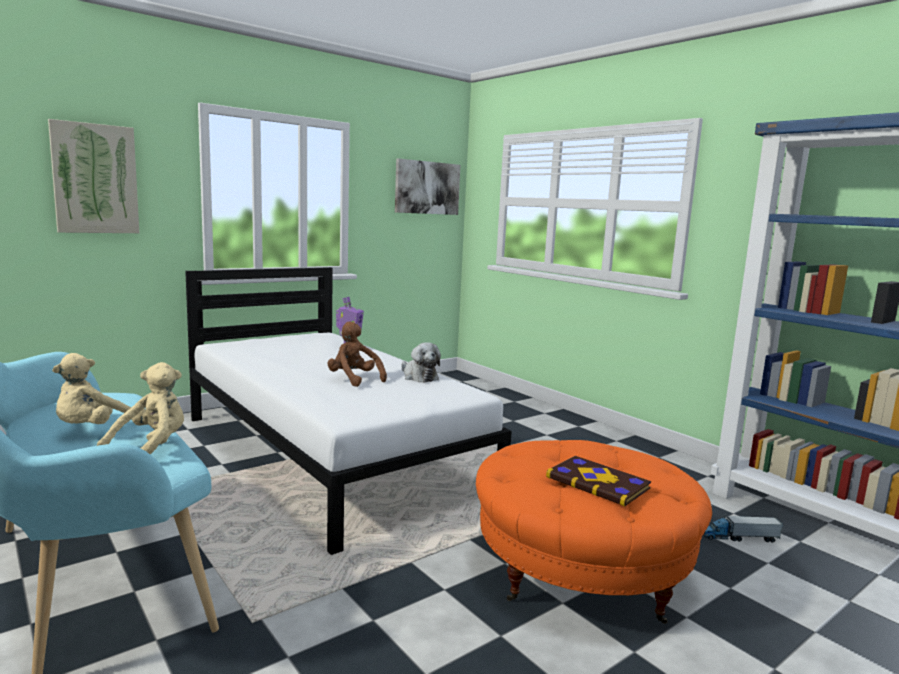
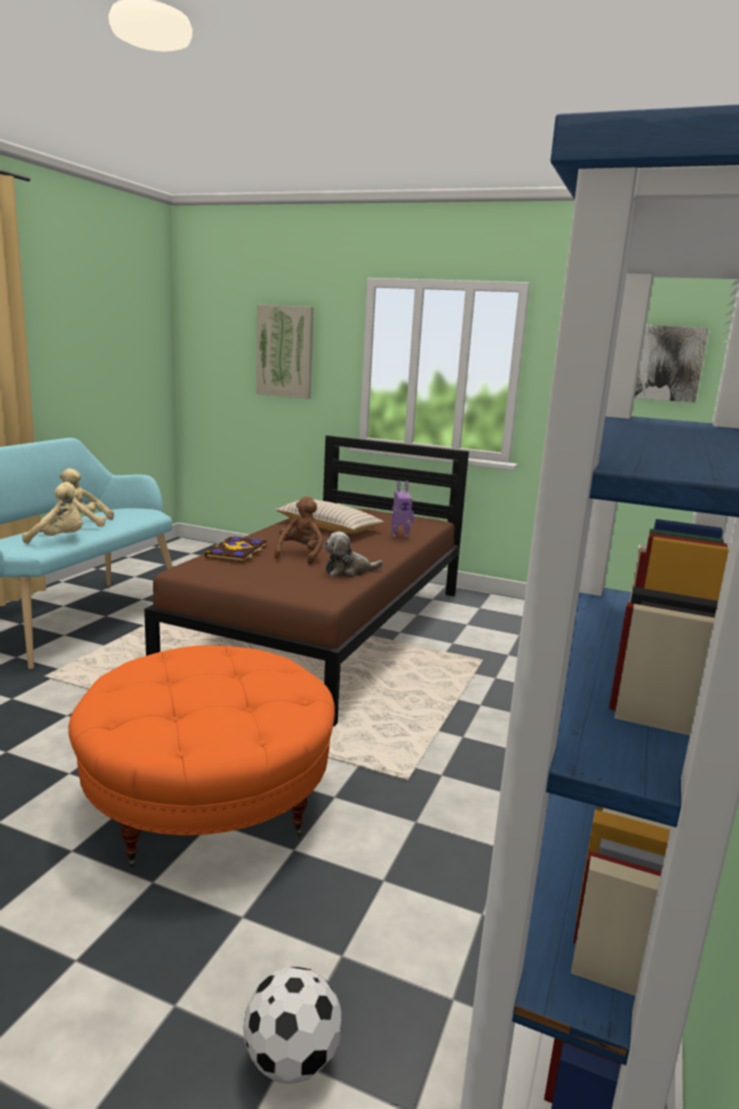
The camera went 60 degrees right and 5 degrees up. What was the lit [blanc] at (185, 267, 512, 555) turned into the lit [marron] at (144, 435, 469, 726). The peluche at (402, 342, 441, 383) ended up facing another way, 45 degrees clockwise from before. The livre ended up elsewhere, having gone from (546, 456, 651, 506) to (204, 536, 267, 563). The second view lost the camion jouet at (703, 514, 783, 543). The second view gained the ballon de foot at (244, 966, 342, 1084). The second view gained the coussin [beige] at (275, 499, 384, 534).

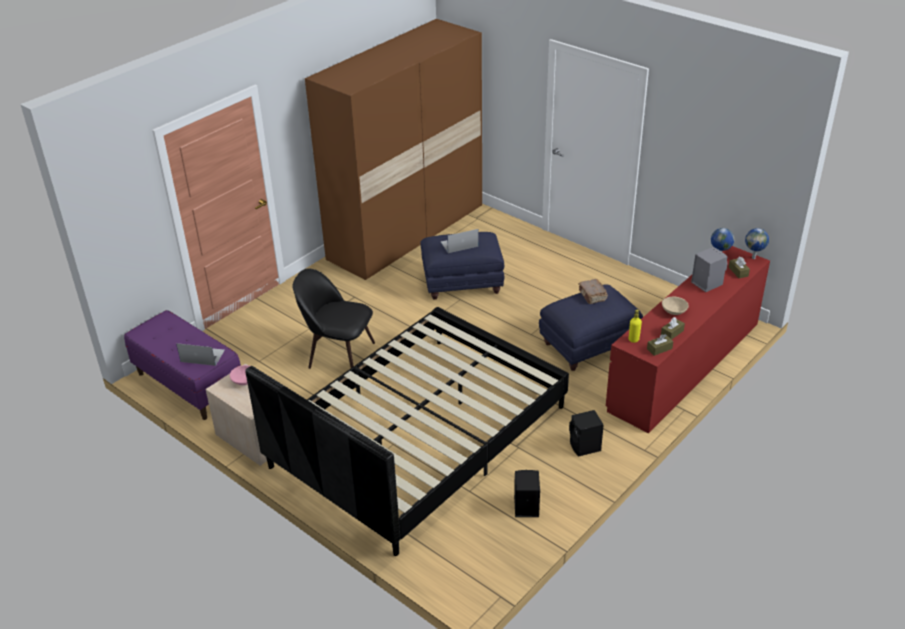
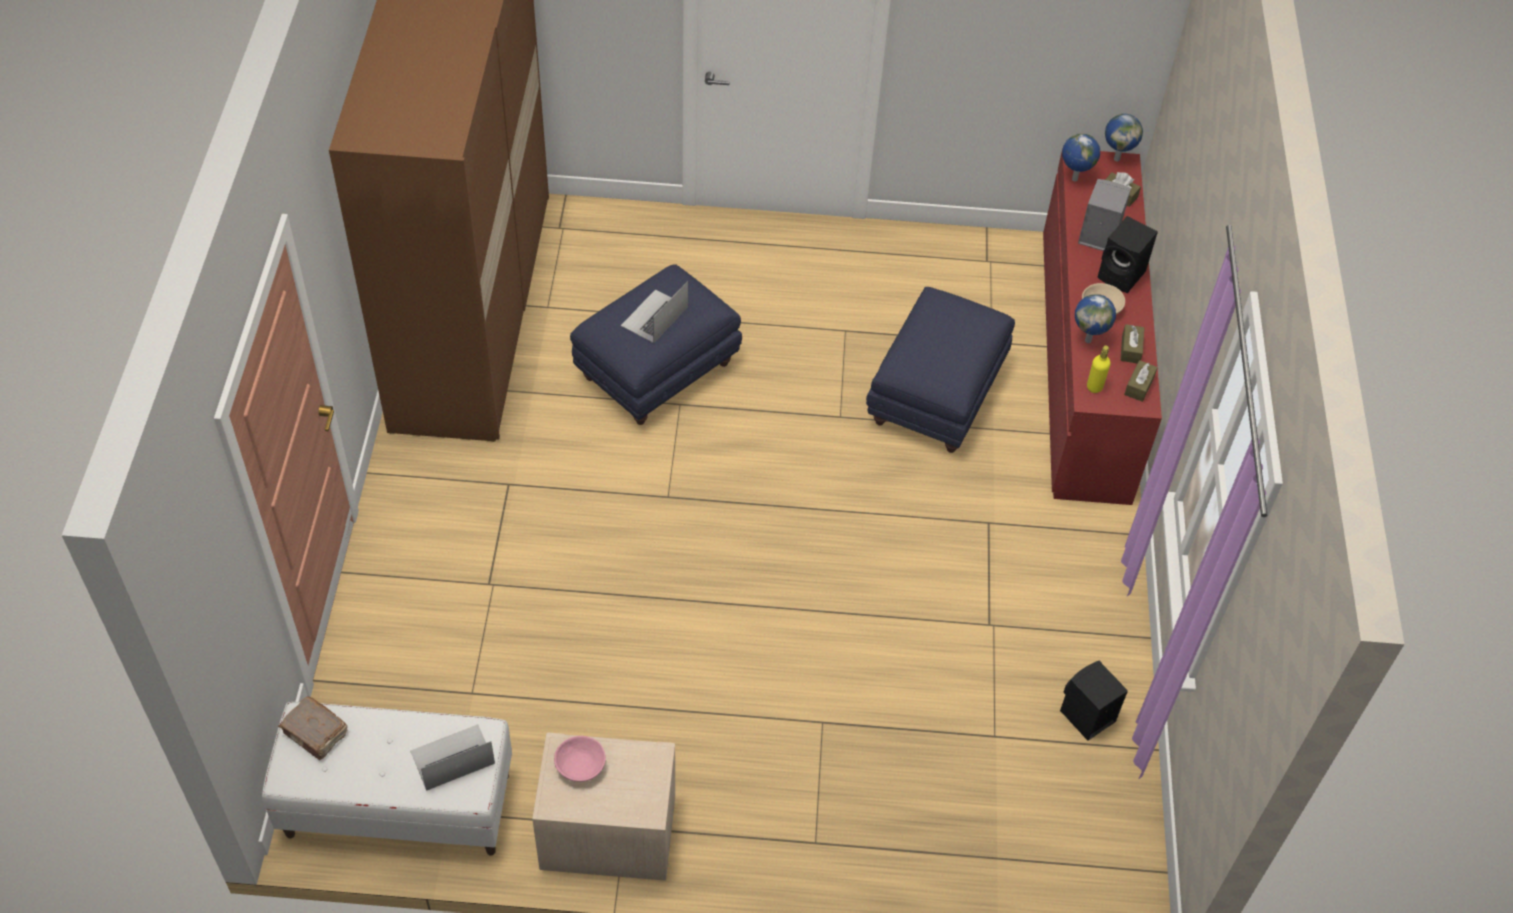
The camera went 40 degrees left and 15 degrees up. What was the banc [violet] at (124, 310, 241, 420) turned into the banc [blanc] at (262, 702, 512, 856). The second view lost the lit [noir] at (245, 307, 569, 556). The second view lost the chaise [noir] at (292, 269, 375, 369). The enceinte [noir] ended up elsewhere, having gone from (569, 410, 604, 457) to (1097, 216, 1158, 293). The livre [marron] ended up elsewhere, having gone from (578, 279, 608, 304) to (278, 696, 348, 760). The second view gained the globe at (1075, 294, 1116, 343).

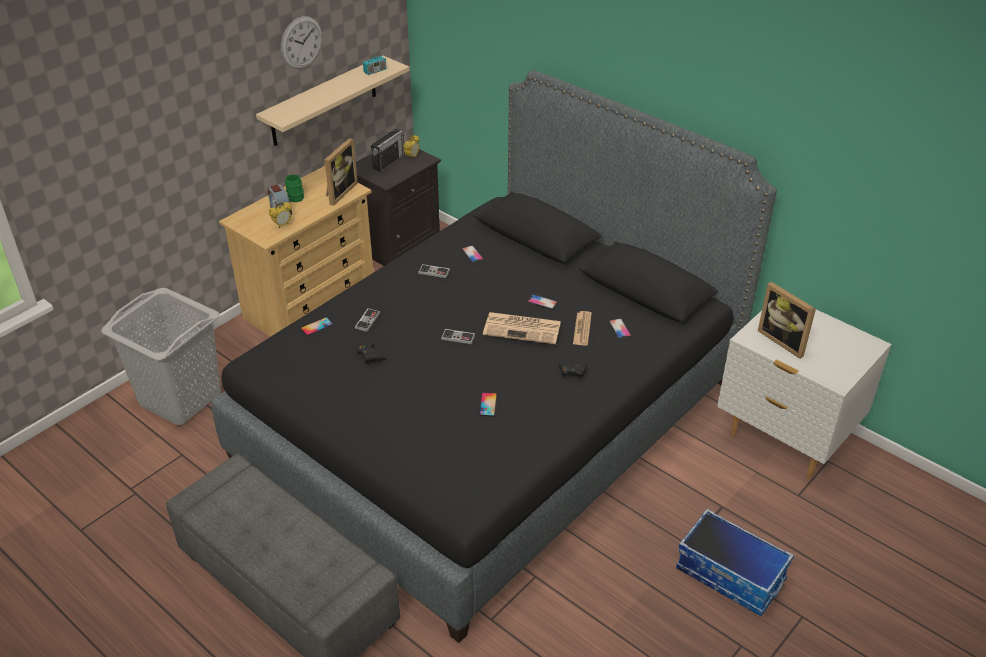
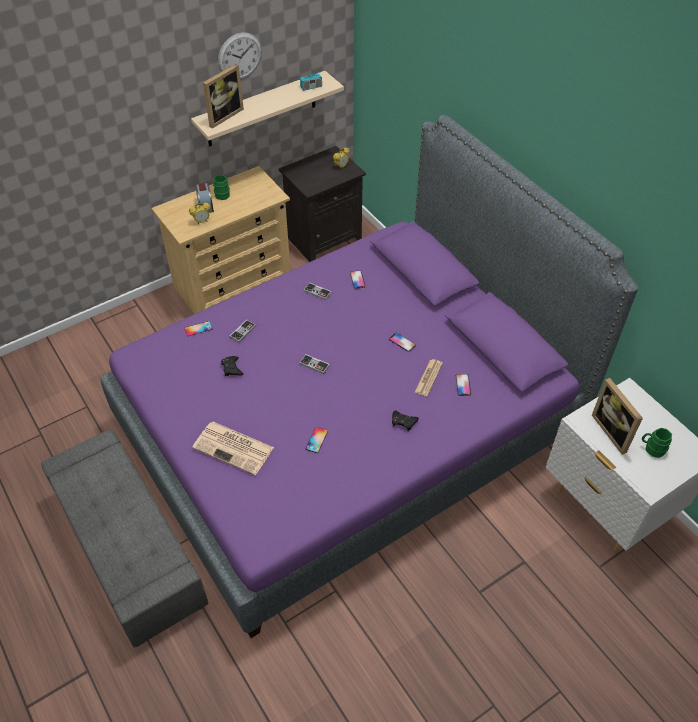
The camera went 15 degrees right and 10 degrees up. The second view lost the panier à linge [gris] at (101, 288, 221, 425). What was the lit [noir] at (211, 70, 777, 643) turned into the lit [violet] at (101, 115, 638, 638). The cadre photo ended up elsewhere, having gone from (324, 138, 358, 206) to (203, 64, 244, 128). The second view lost the radio at (371, 129, 405, 172). The journal ended up elsewhere, having gone from (483, 312, 561, 344) to (192, 422, 274, 475). The second view lost the boîte de rangement at (676, 509, 794, 616). The second view gained the mug [vert] at (642, 428, 672, 458).

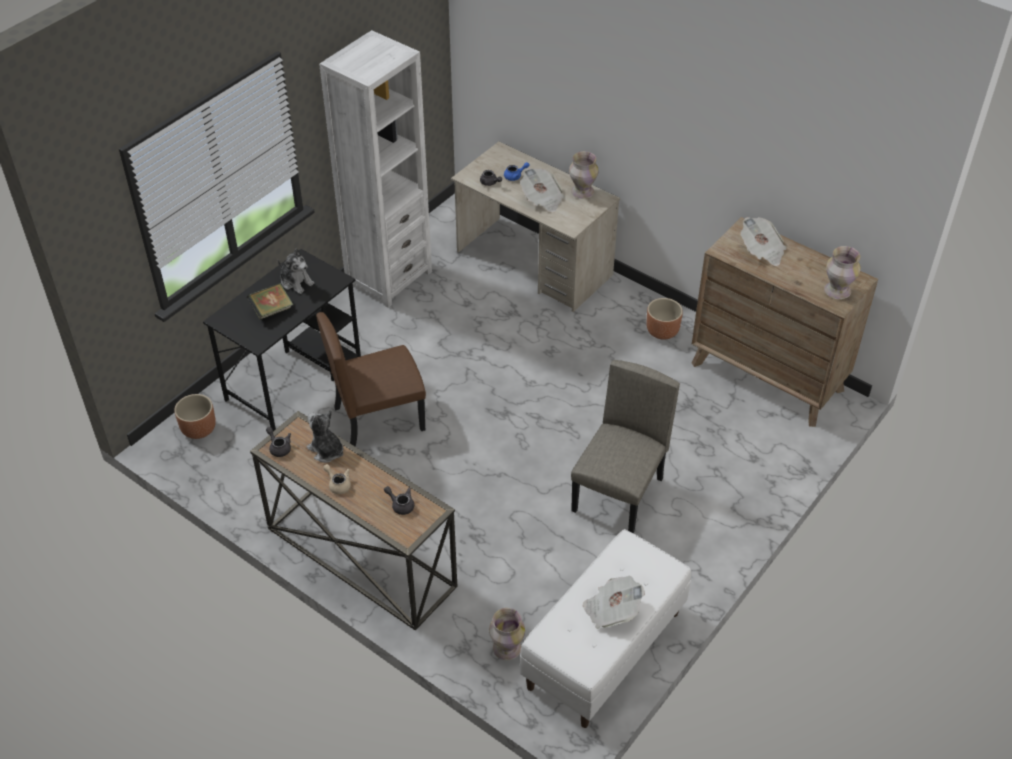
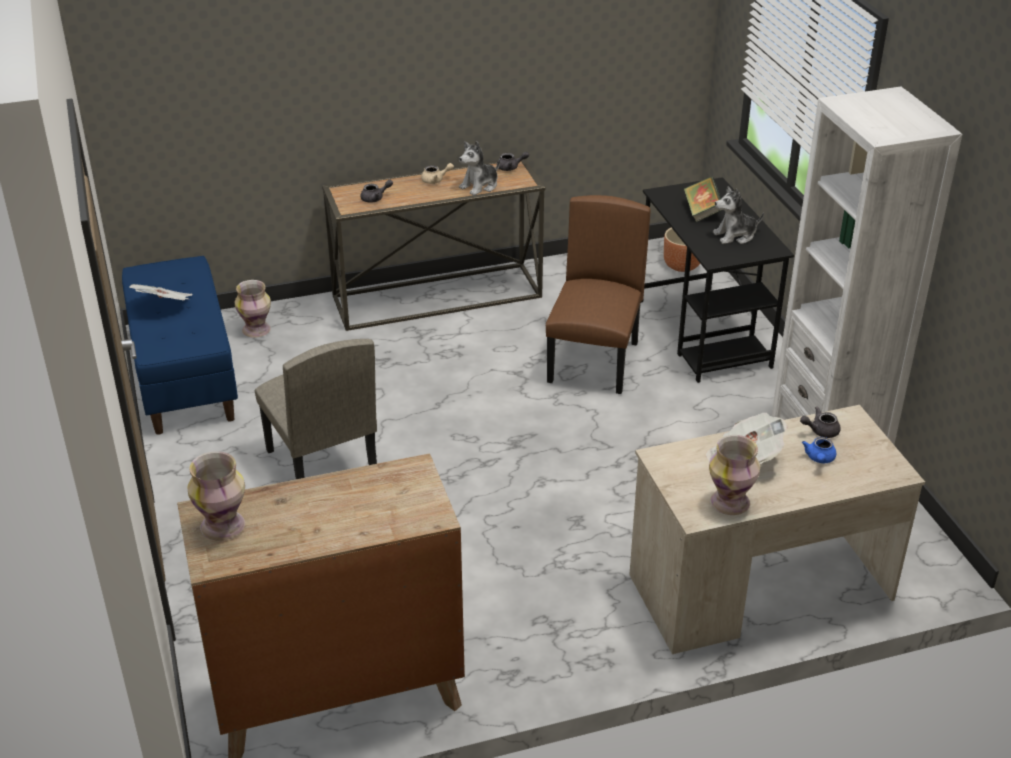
The camera went 125 degrees right and 10 degrees down. The peluche at (307, 410, 343, 463) ended up facing another way, 150 degrees clockwise from before. What was the banc [blanc] at (520, 529, 691, 728) turned into the banc [bleu] at (122, 256, 238, 435). The second view lost the cache-pot [marron] at (646, 298, 683, 340). The second view lost the journal at (741, 217, 787, 266).

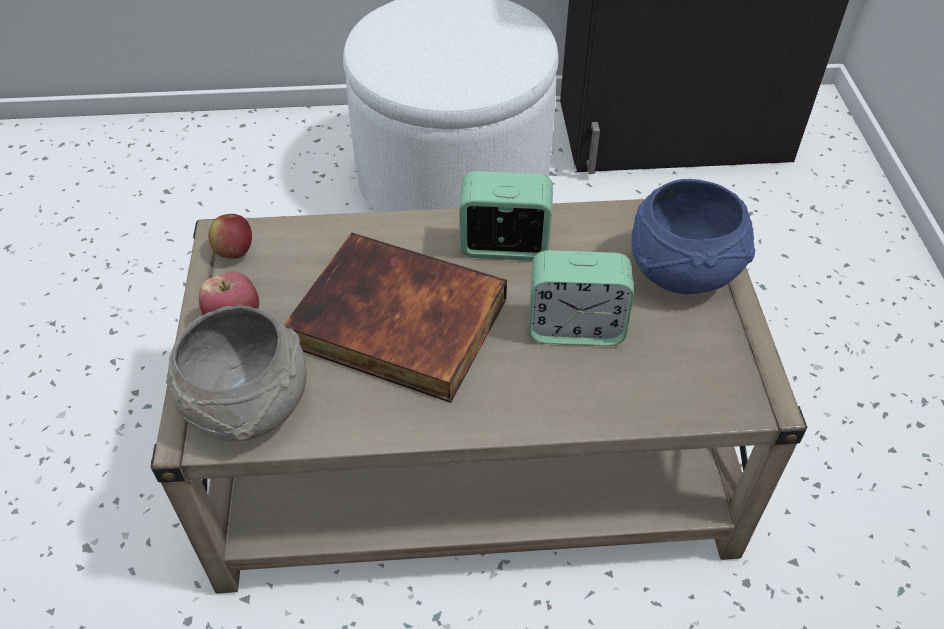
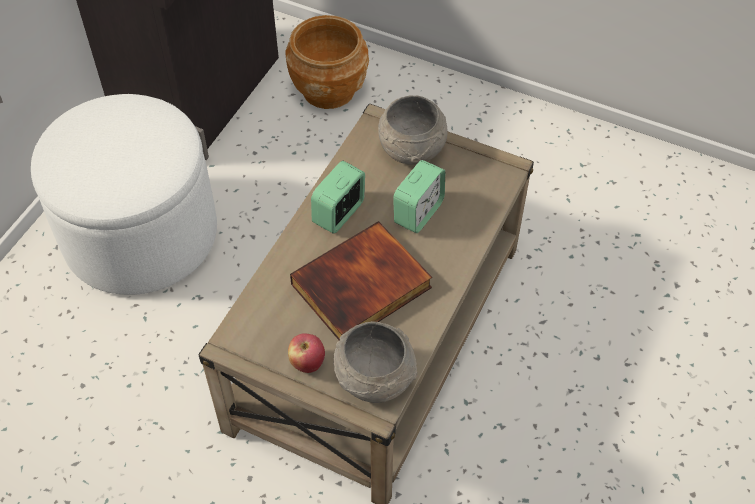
The camera went 60 degrees left and 5 degrees up. The second view lost the pomme at (208, 214, 252, 259). What was the bol [bleu] at (631, 179, 755, 294) turned into the bol [gris] at (378, 95, 448, 165). The second view gained the cache-pot [marron] at (285, 15, 369, 109).

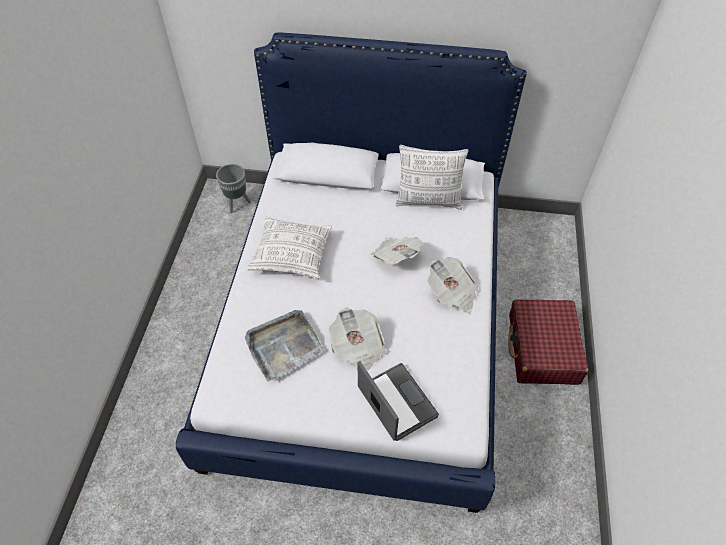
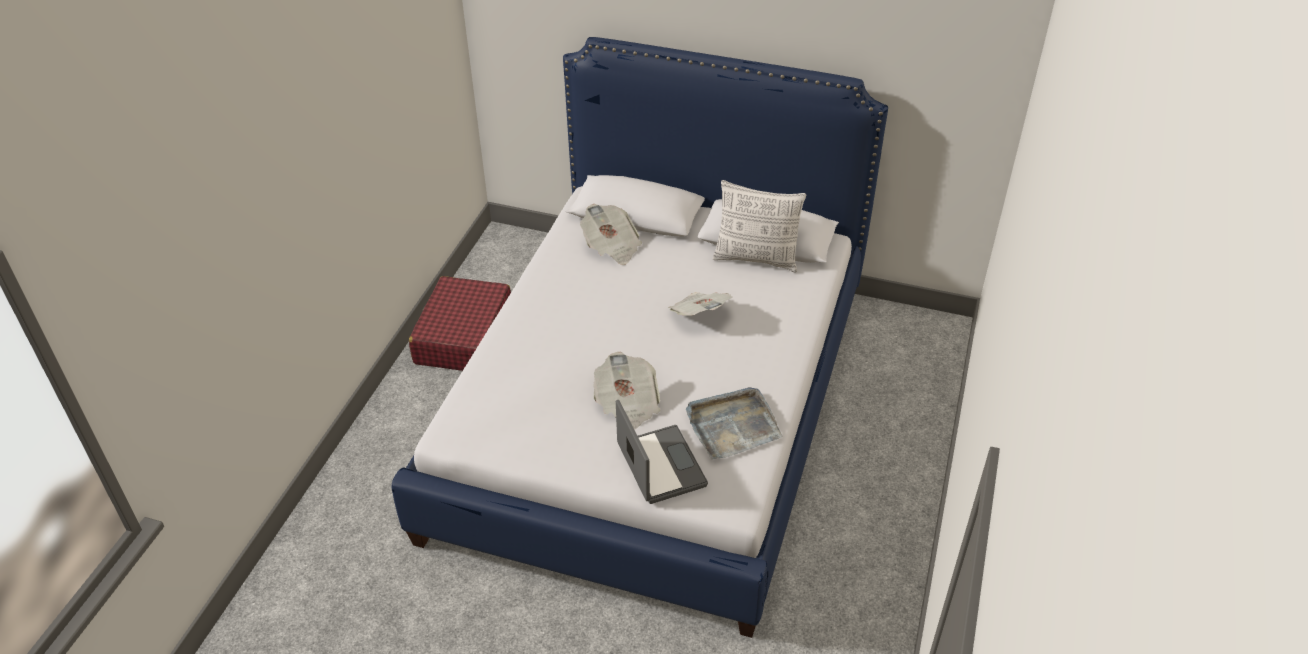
The camera went 10 degrees right and 10 degrees down. The second view lost the cache-pot [gris] at (216, 164, 251, 213). The plateau [gris] ended up elsewhere, having gone from (245, 310, 324, 381) to (686, 387, 782, 460). The second view lost the coussin at (247, 216, 332, 280). The journal ended up elsewhere, having gone from (428, 257, 478, 313) to (580, 204, 642, 265). The valise [rouge] ended up elsewhere, having gone from (508, 299, 588, 385) to (409, 276, 511, 371).

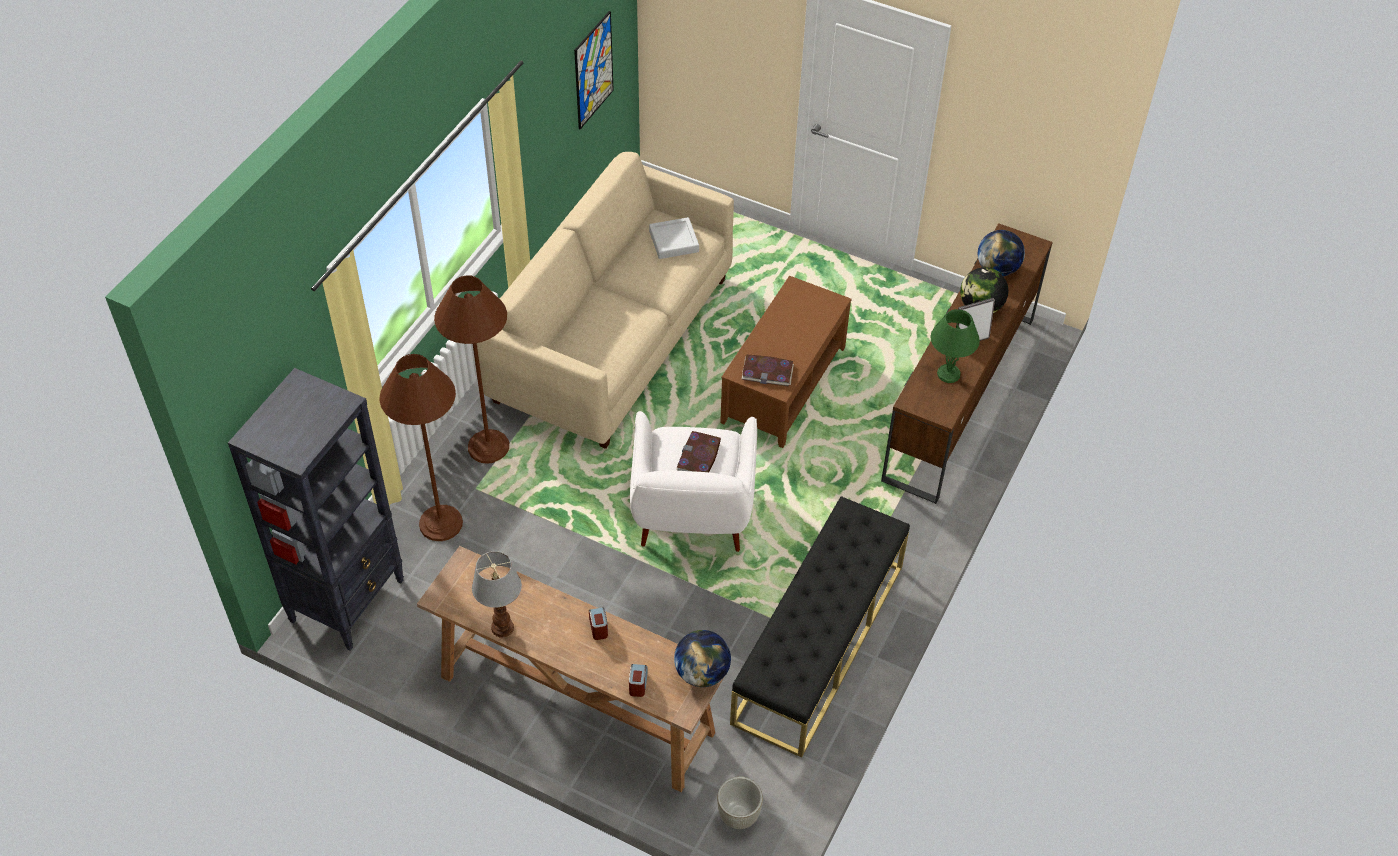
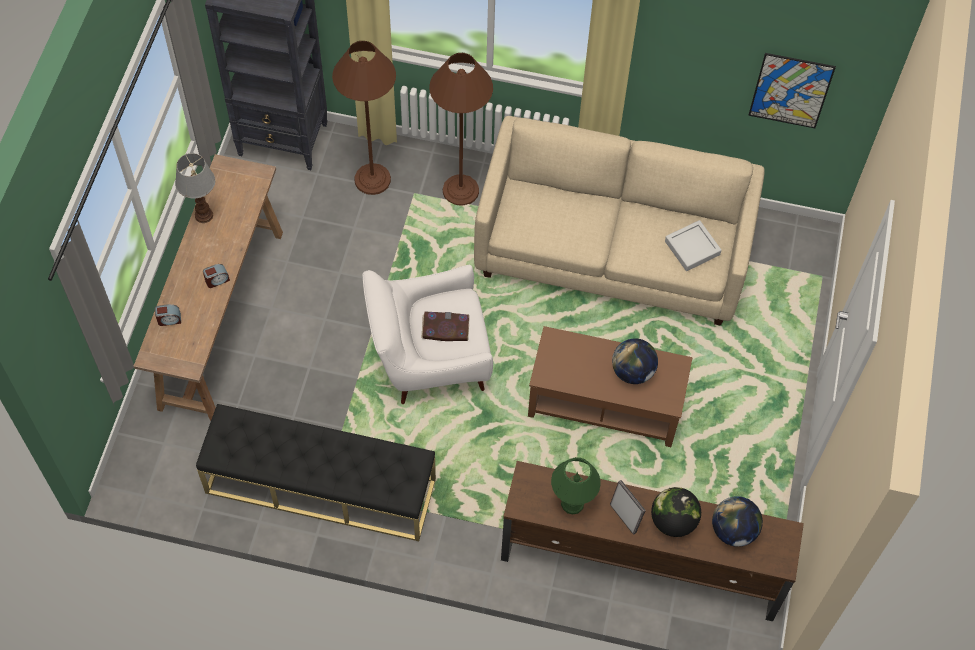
The camera went 75 degrees right and 10 degrees up. The globe ended up elsewhere, having gone from (674, 630, 731, 687) to (612, 338, 658, 384). The second view lost the cache-pot [gris] at (717, 776, 763, 829). The second view lost the livre at (742, 354, 794, 387).

